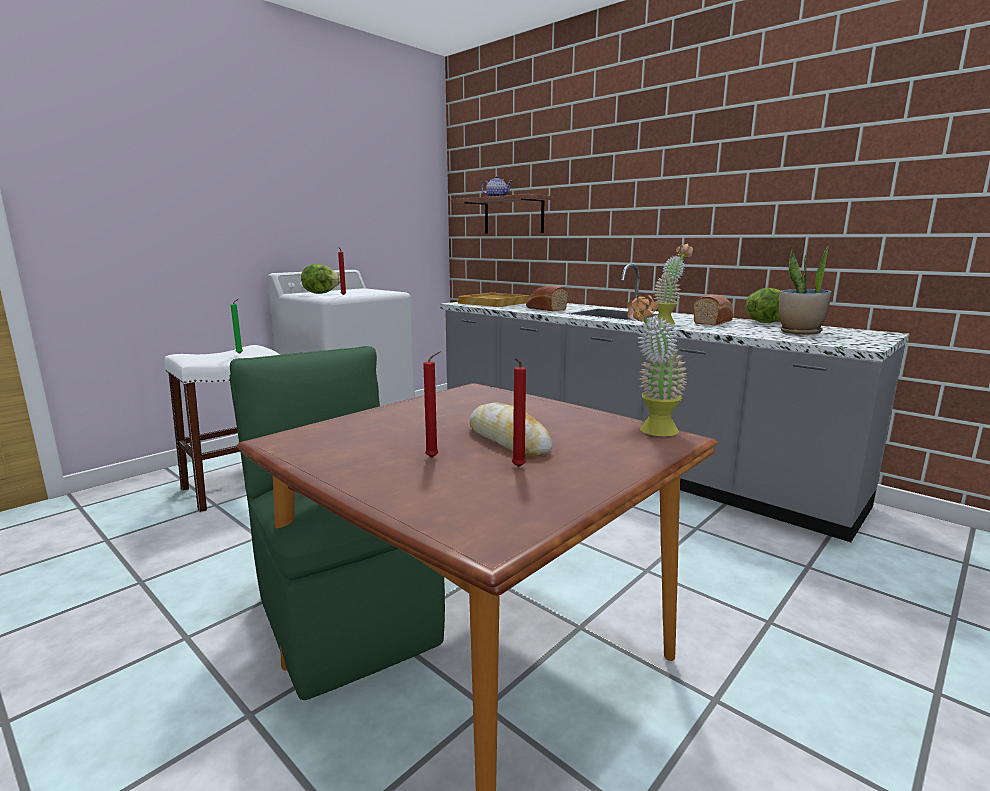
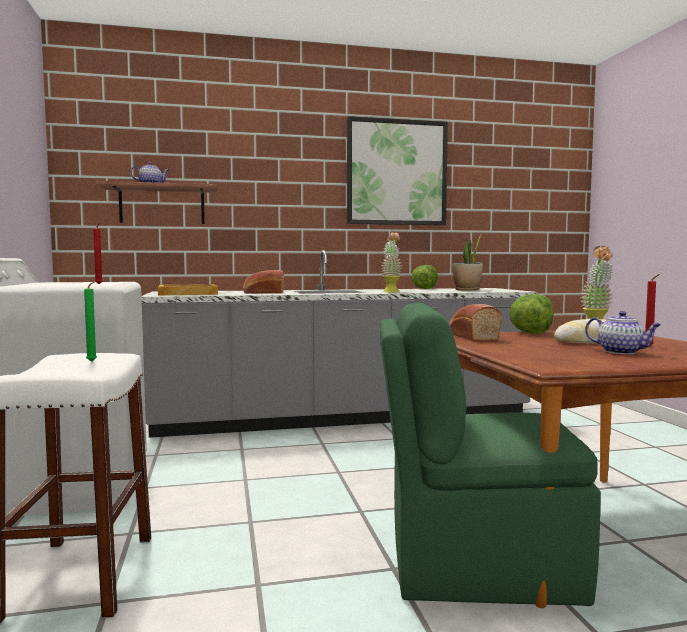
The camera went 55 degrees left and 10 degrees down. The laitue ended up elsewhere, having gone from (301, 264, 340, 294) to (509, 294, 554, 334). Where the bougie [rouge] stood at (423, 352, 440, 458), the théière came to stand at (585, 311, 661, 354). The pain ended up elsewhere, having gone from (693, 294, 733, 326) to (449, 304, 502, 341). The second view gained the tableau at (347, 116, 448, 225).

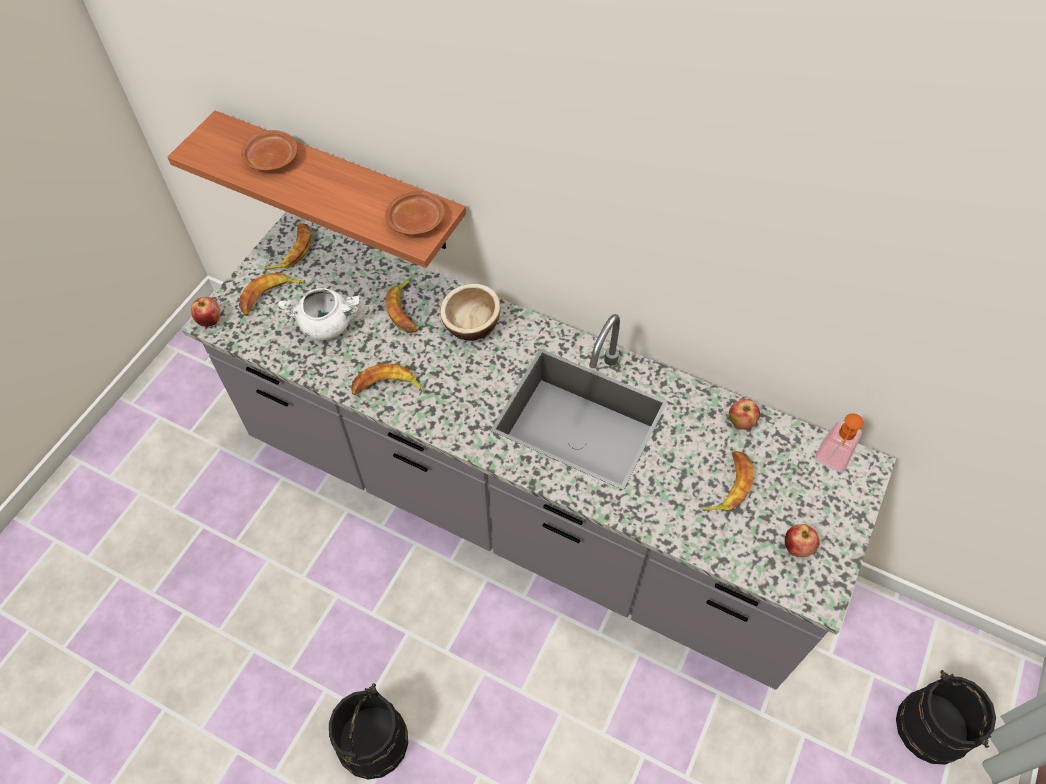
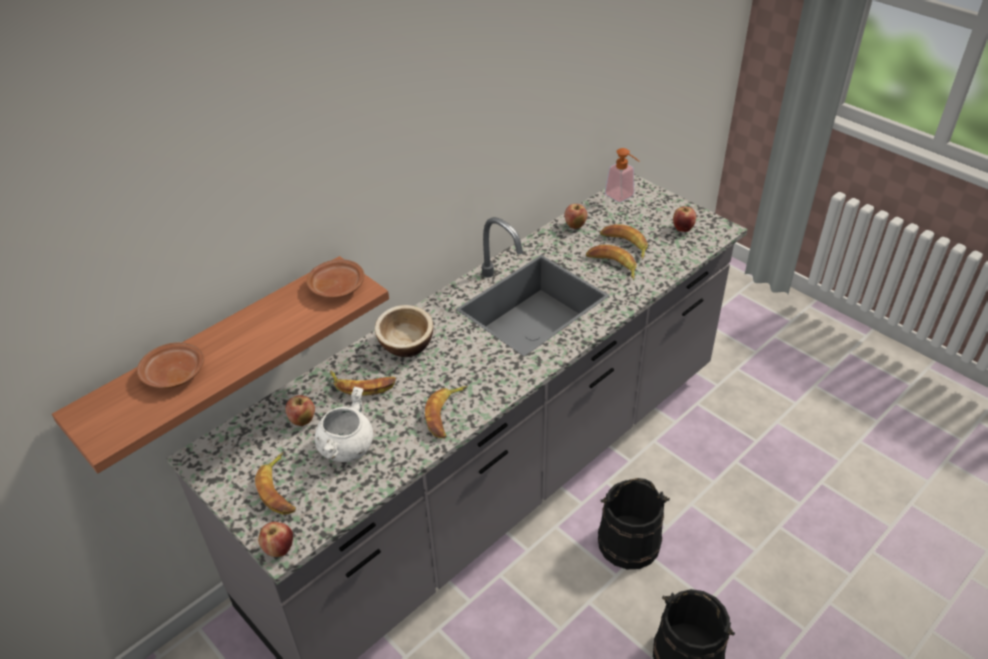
The camera went 70 degrees left and 15 degrees down. The banane ended up elsewhere, having gone from (264, 223, 311, 270) to (586, 245, 637, 280). The seau [noir] ended up elsewhere, having gone from (896, 670, 996, 765) to (598, 478, 670, 569). The second view gained the pomme at (285, 395, 315, 426).

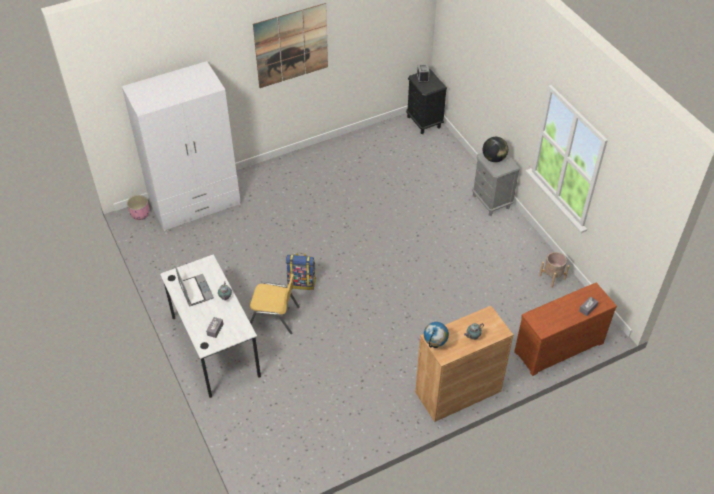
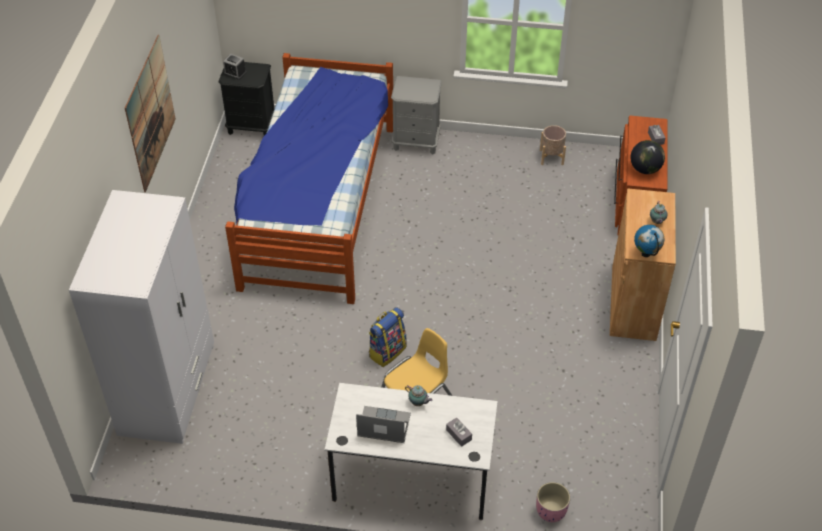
The camera went 55 degrees left and 0 degrees up. The cache-pot [rose] ended up elsewhere, having gone from (127, 195, 149, 220) to (536, 482, 570, 522). The globe ended up elsewhere, having gone from (483, 137, 508, 162) to (630, 140, 665, 174). The second view gained the lit at (225, 53, 393, 304).

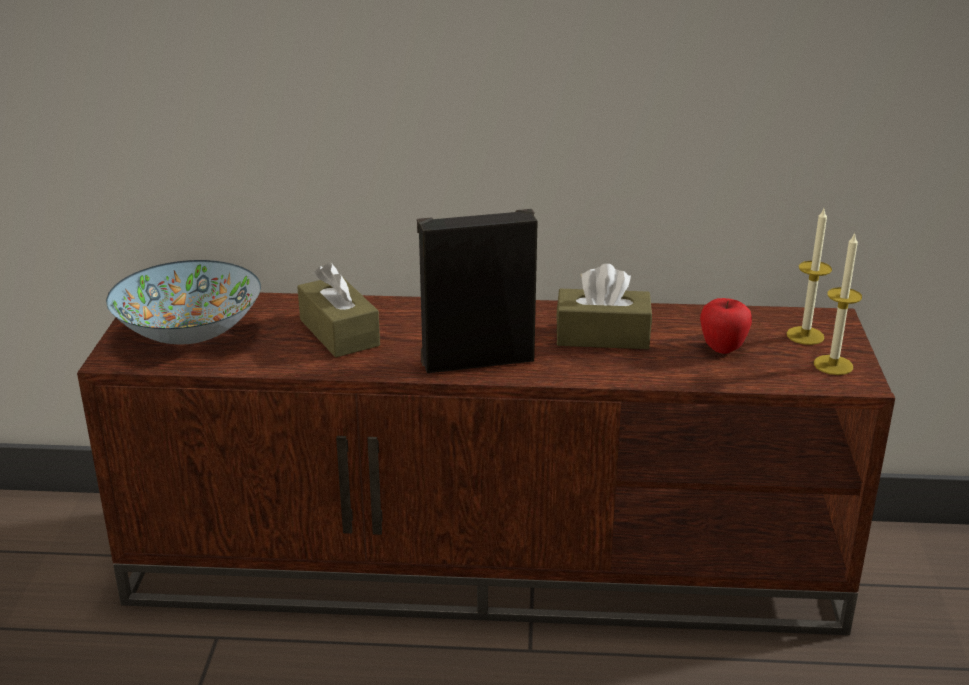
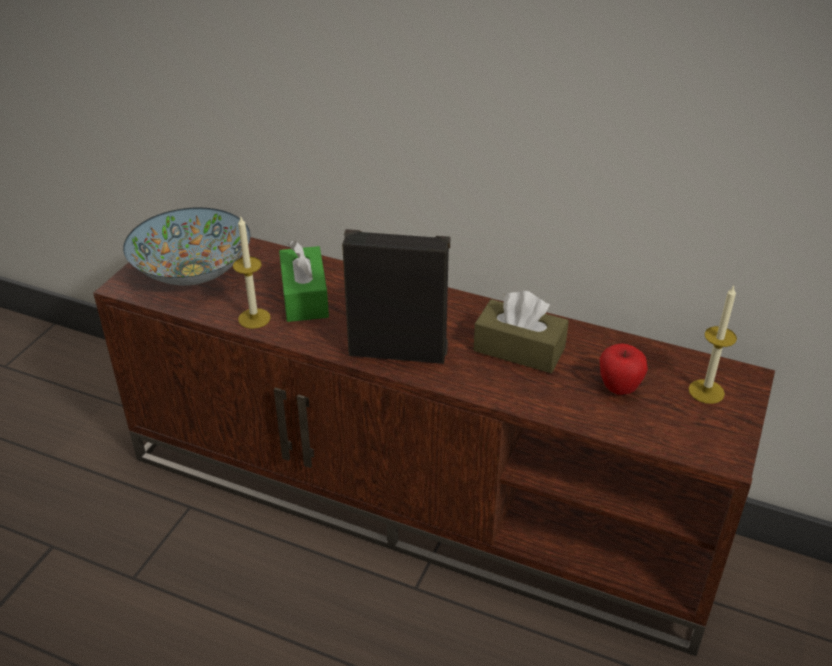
The camera went 20 degrees right and 10 degrees up. What was the boîte à mouchoirs [marron] at (297, 262, 380, 357) turned into the boîte à mouchoirs [vert] at (279, 241, 329, 322). The bougie ended up elsewhere, having gone from (814, 232, 862, 375) to (233, 215, 271, 329).

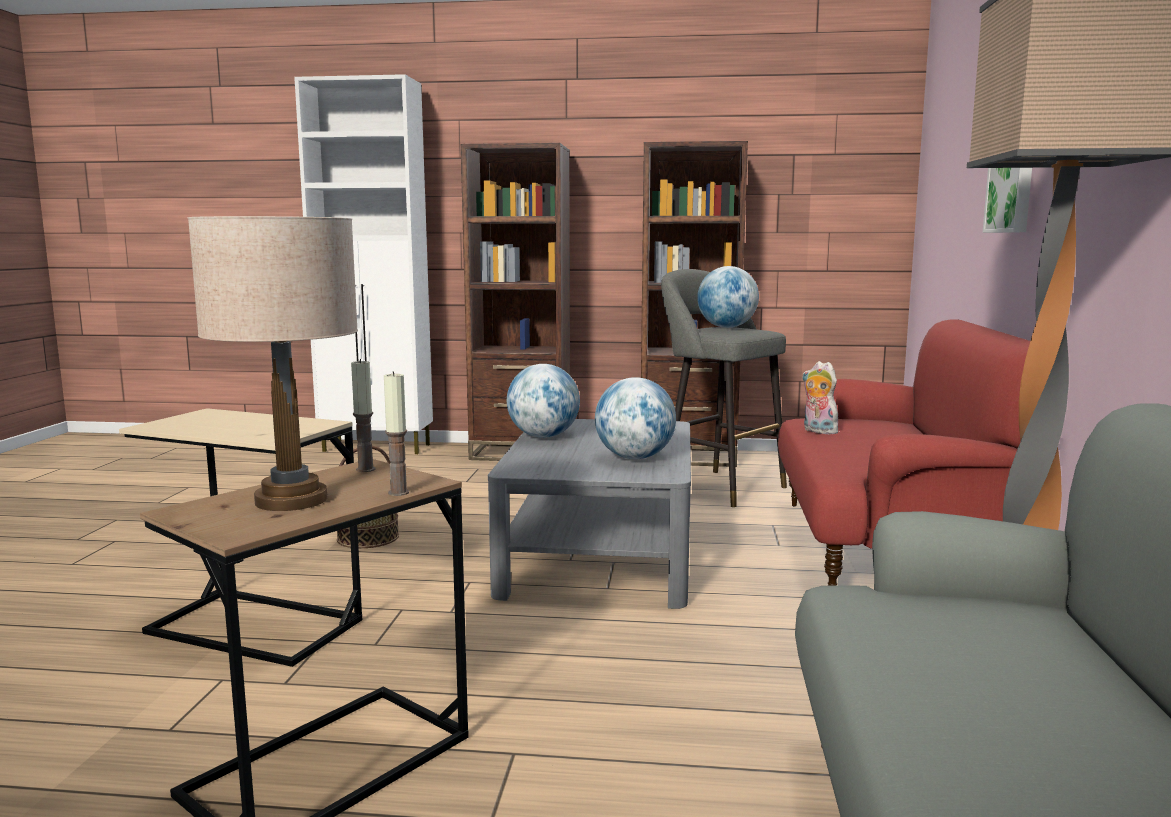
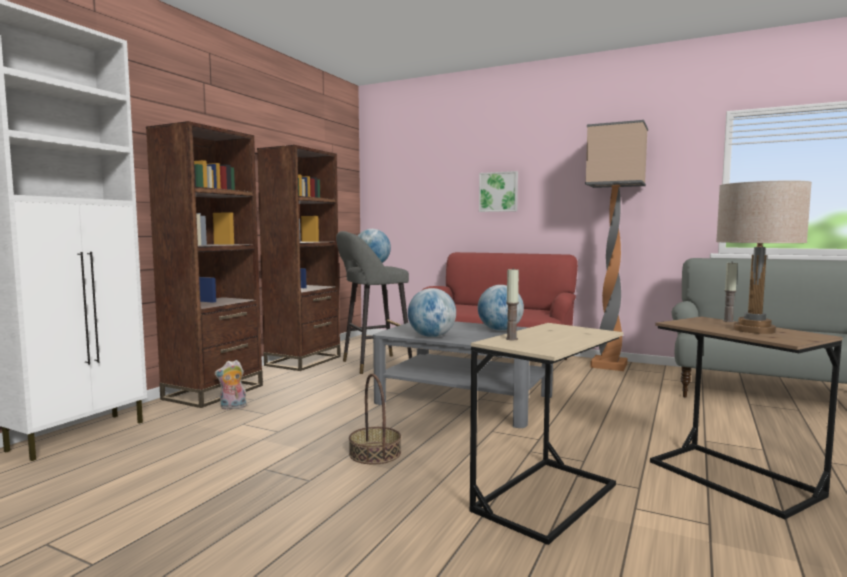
The camera went 70 degrees left and 5 degrees down. The bougie ended up elsewhere, having gone from (351, 359, 376, 472) to (506, 267, 519, 340). The peluche ended up elsewhere, having gone from (802, 361, 843, 434) to (214, 360, 247, 410).

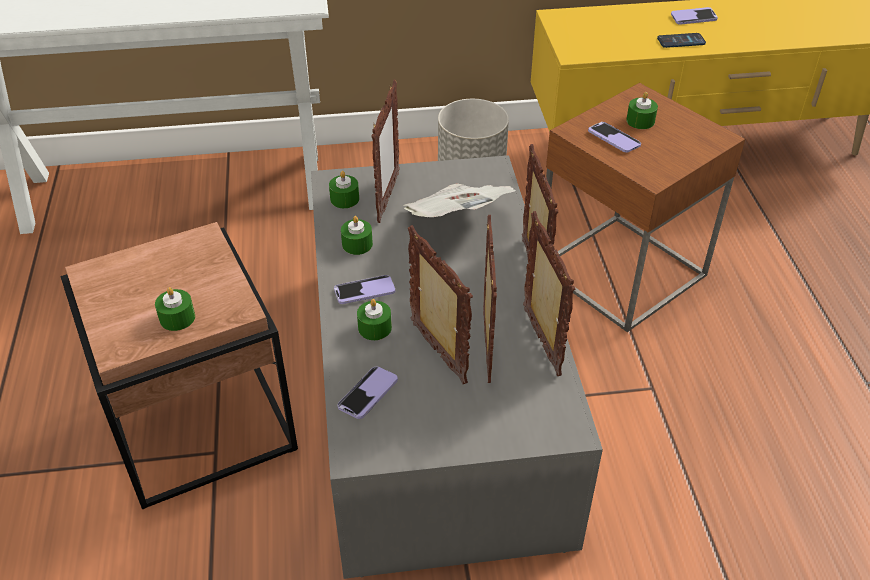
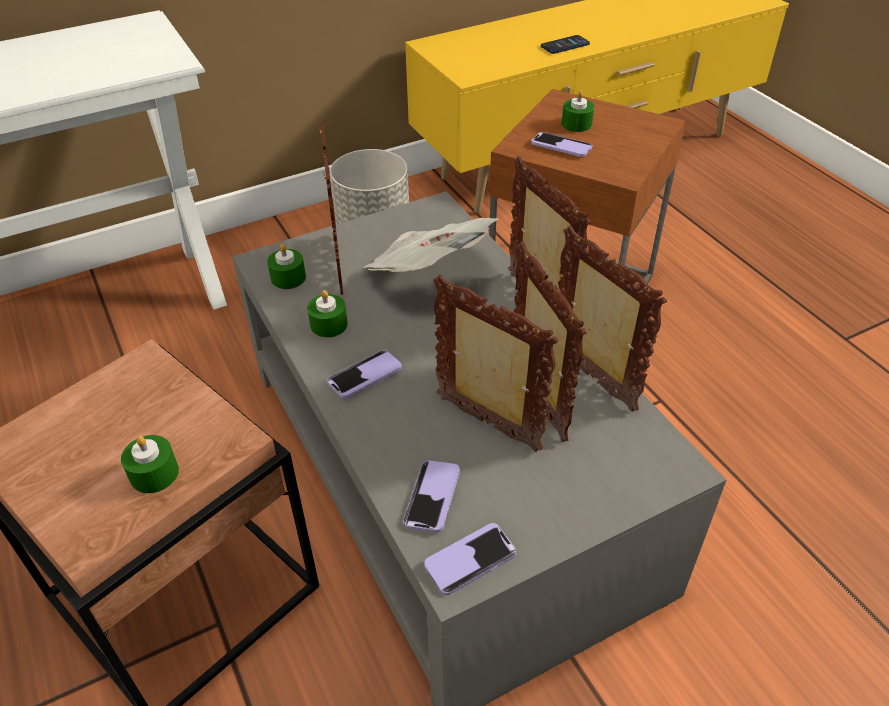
The camera went 20 degrees left and 0 degrees up. The second view lost the bougie [vert] at (357, 299, 392, 340). The téléphone ended up elsewhere, having gone from (671, 7, 718, 25) to (424, 523, 516, 595).

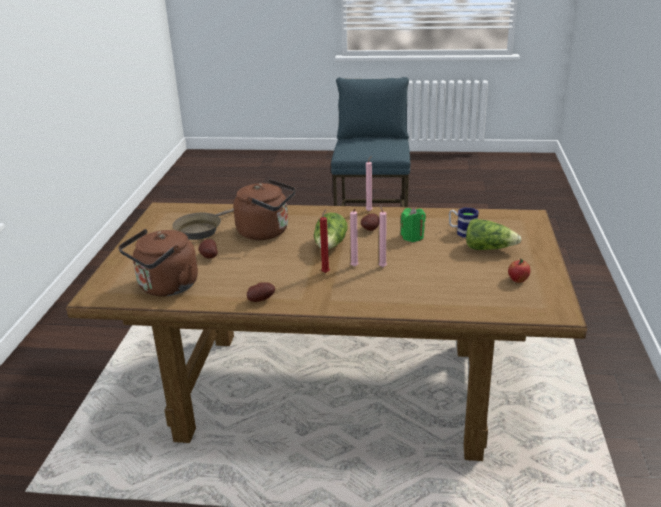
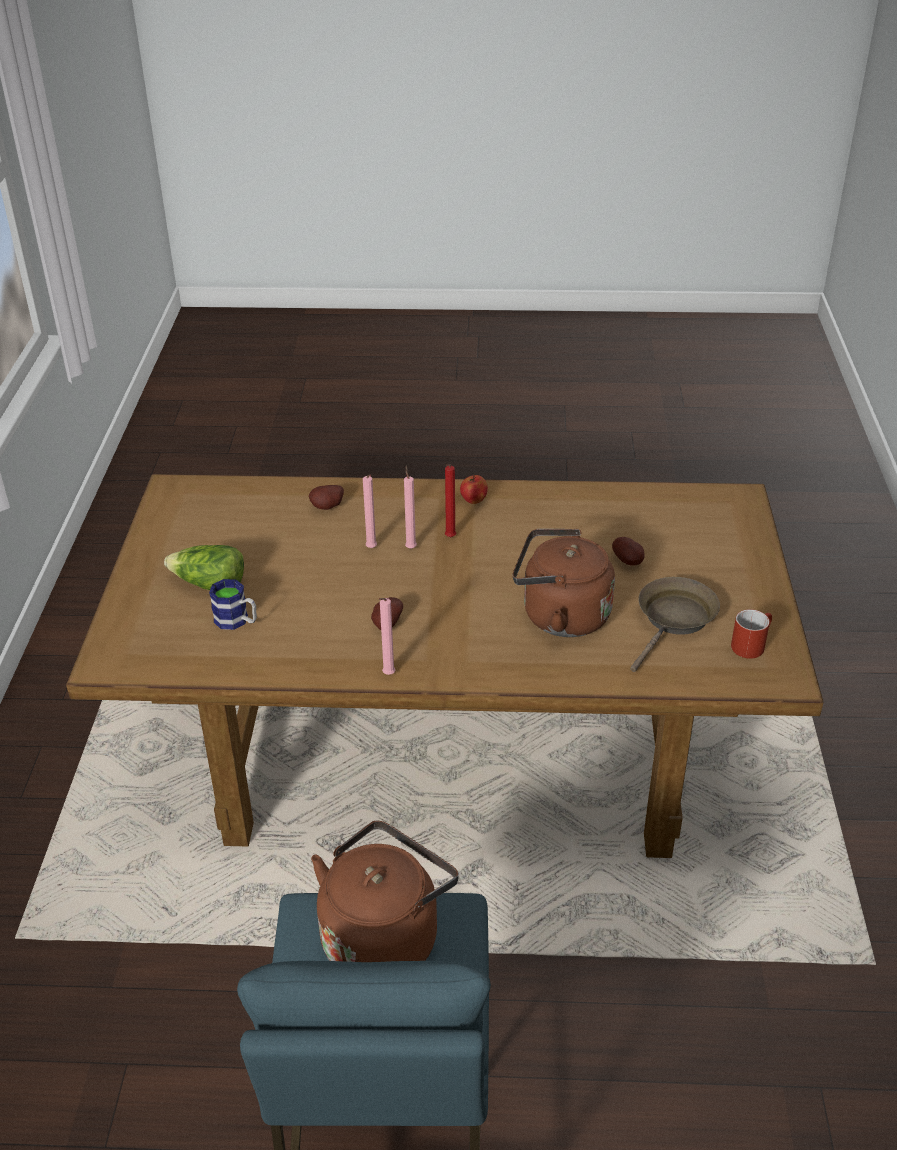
The camera went 175 degrees right and 10 degrees up. The bouilloire [marron] ended up elsewhere, having gone from (118, 229, 198, 296) to (311, 821, 459, 962). The pomme de terre ended up elsewhere, having gone from (247, 282, 275, 302) to (309, 485, 344, 510). The second view lost the laitue at (314, 212, 348, 249). The second view lost the bougie [vert] at (401, 207, 426, 242). The pomme ended up elsewhere, having gone from (508, 259, 530, 283) to (460, 473, 488, 504). The second view gained the mug [rouge] at (731, 609, 772, 659).

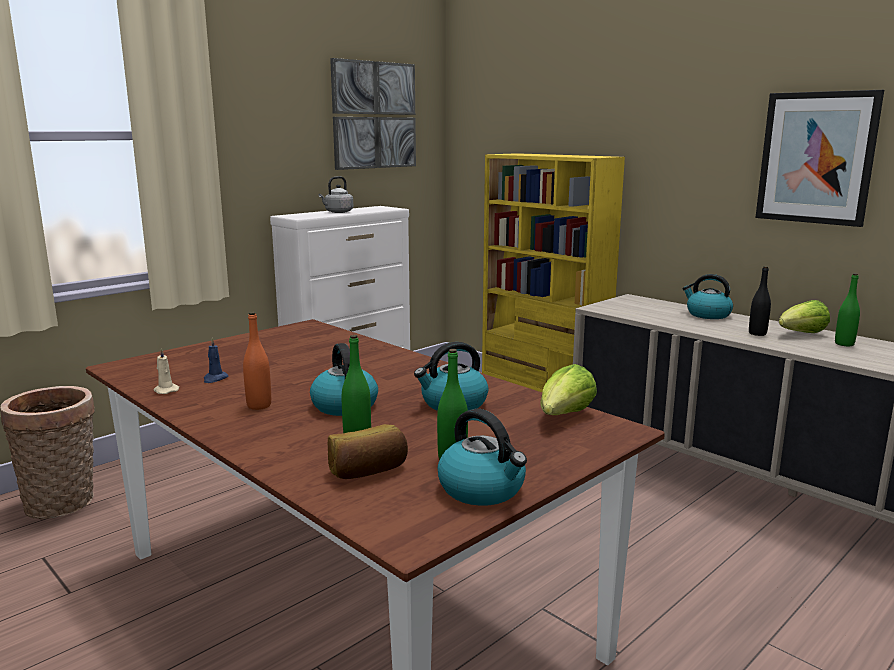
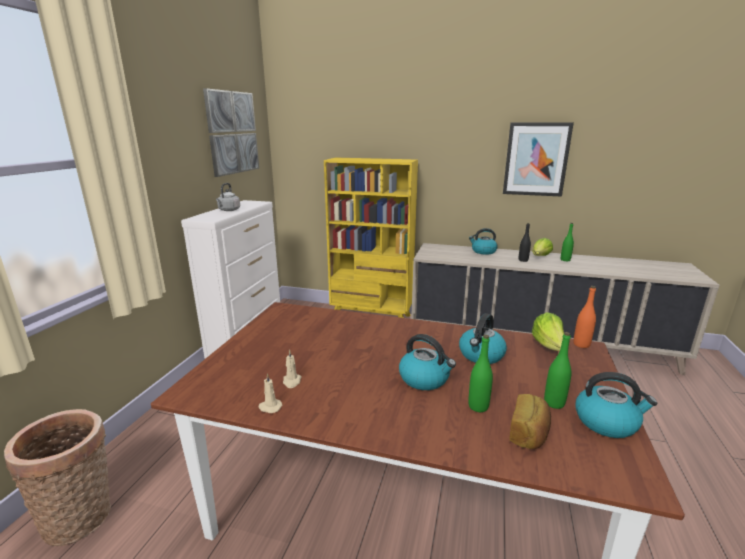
The camera went 30 degrees left and 5 degrees up. What was the bougie [bleu] at (204, 338, 228, 383) turned into the bougie [beige] at (283, 350, 302, 388). The bouteille [orange] ended up elsewhere, having gone from (243, 312, 271, 410) to (573, 286, 596, 348).

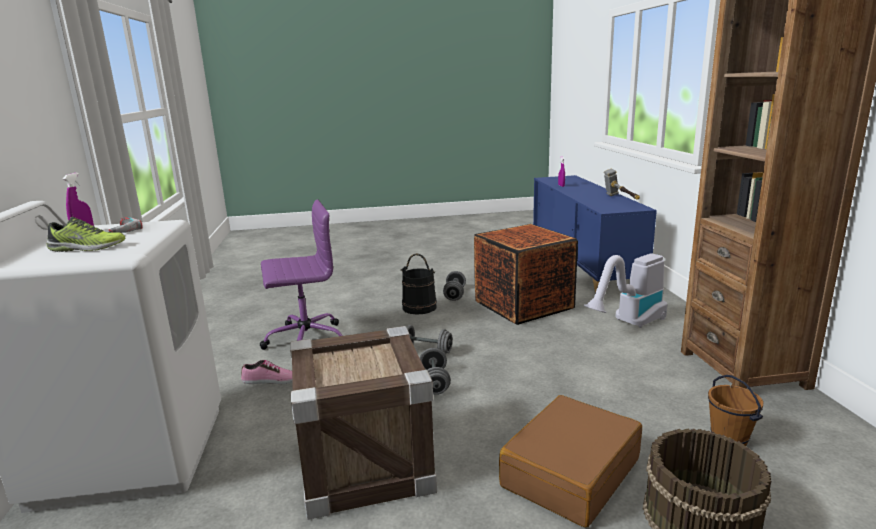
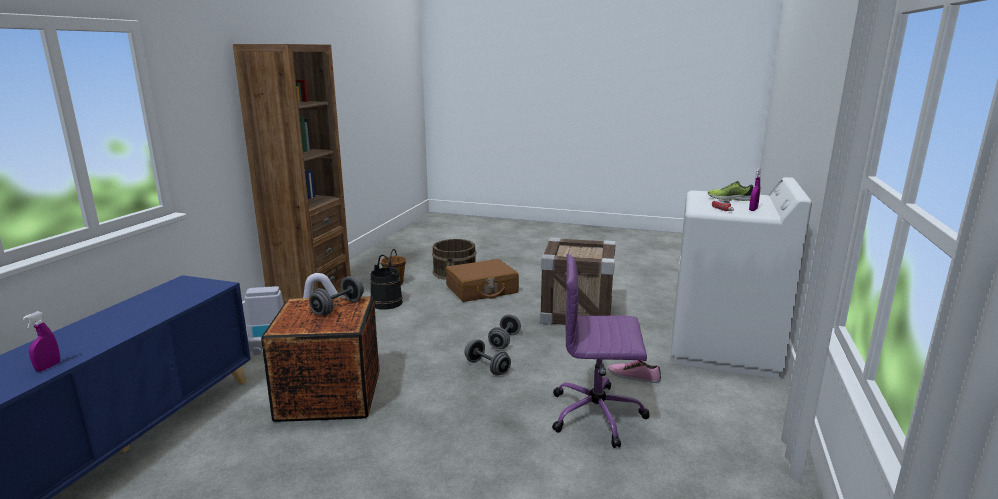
The camera went 155 degrees left and 0 degrees up. The seau [noir] ended up elsewhere, having gone from (400, 253, 437, 314) to (370, 254, 403, 310). The haltère [gris] ended up elsewhere, having gone from (443, 271, 466, 301) to (309, 276, 364, 315). The second view lost the marteau at (604, 169, 640, 200).

